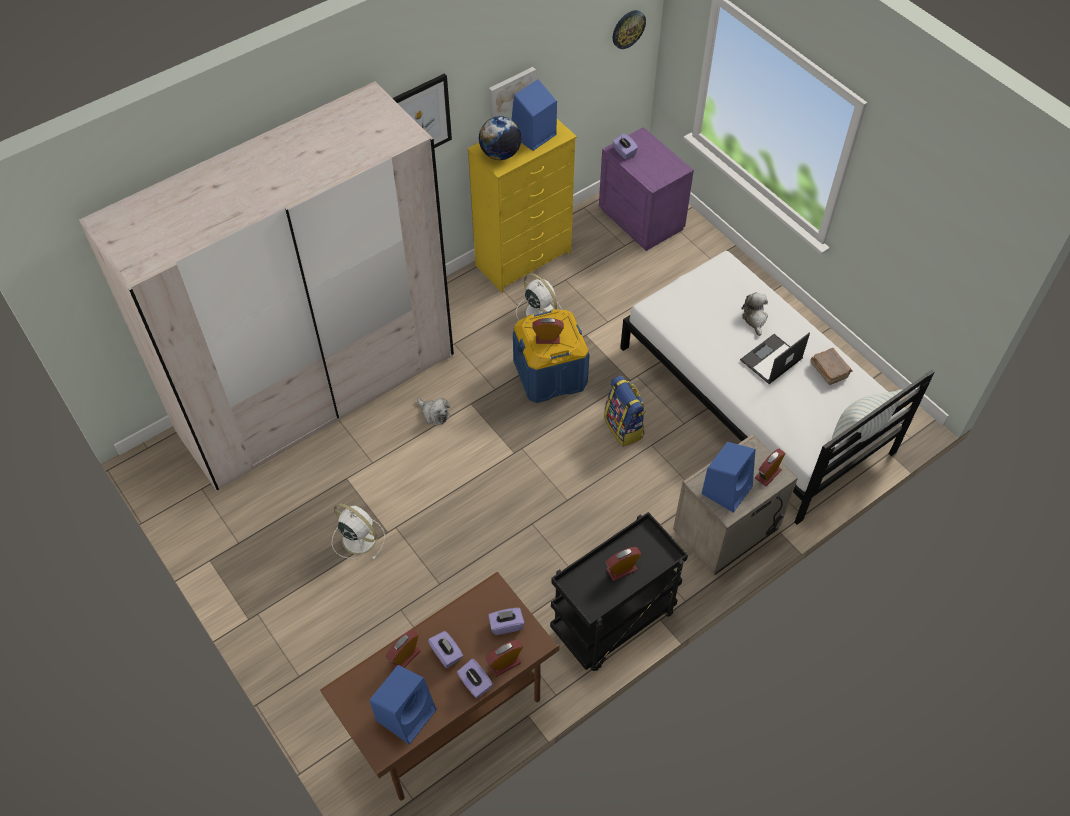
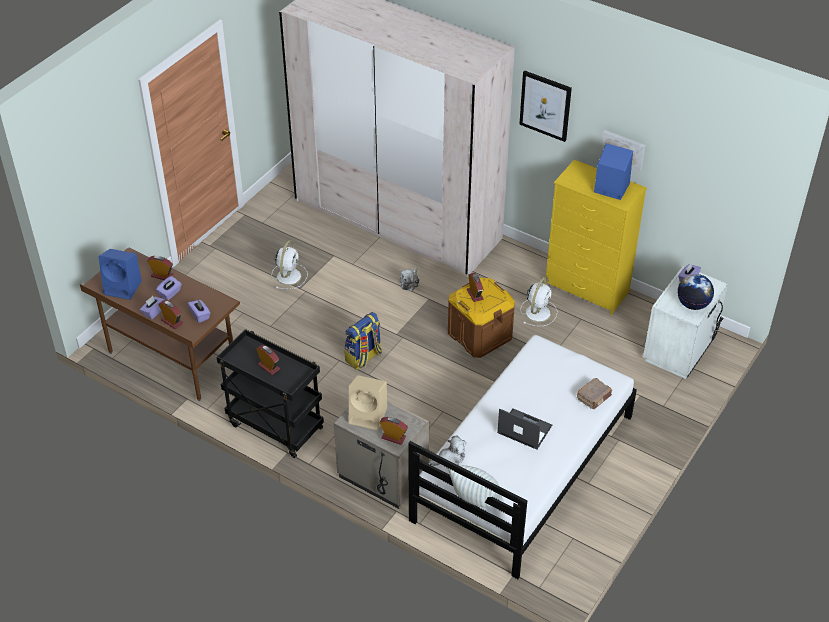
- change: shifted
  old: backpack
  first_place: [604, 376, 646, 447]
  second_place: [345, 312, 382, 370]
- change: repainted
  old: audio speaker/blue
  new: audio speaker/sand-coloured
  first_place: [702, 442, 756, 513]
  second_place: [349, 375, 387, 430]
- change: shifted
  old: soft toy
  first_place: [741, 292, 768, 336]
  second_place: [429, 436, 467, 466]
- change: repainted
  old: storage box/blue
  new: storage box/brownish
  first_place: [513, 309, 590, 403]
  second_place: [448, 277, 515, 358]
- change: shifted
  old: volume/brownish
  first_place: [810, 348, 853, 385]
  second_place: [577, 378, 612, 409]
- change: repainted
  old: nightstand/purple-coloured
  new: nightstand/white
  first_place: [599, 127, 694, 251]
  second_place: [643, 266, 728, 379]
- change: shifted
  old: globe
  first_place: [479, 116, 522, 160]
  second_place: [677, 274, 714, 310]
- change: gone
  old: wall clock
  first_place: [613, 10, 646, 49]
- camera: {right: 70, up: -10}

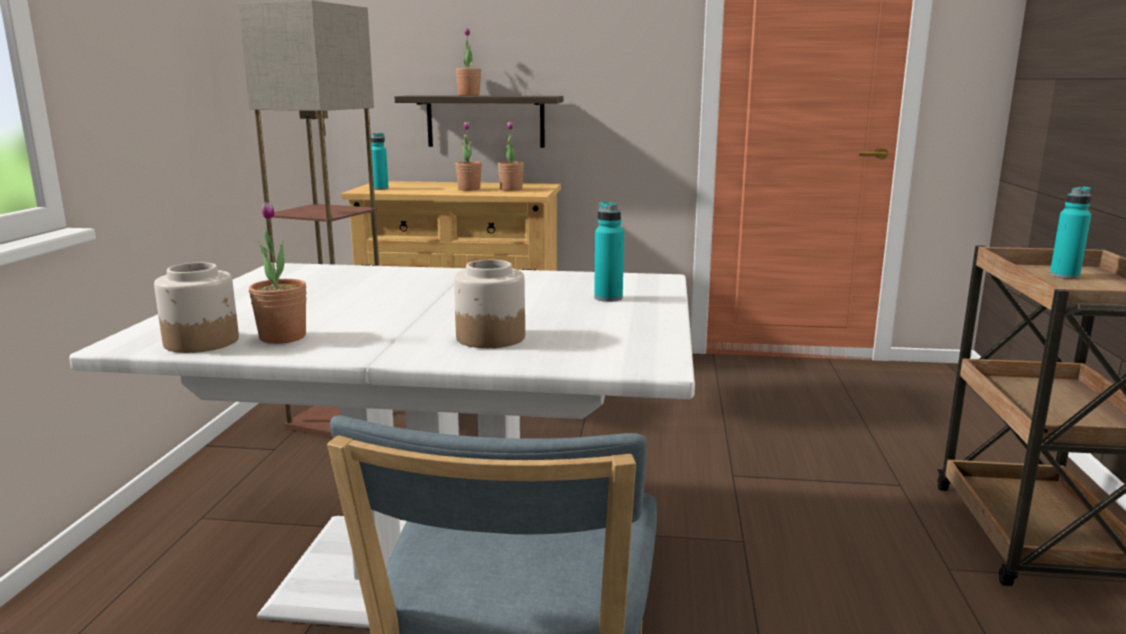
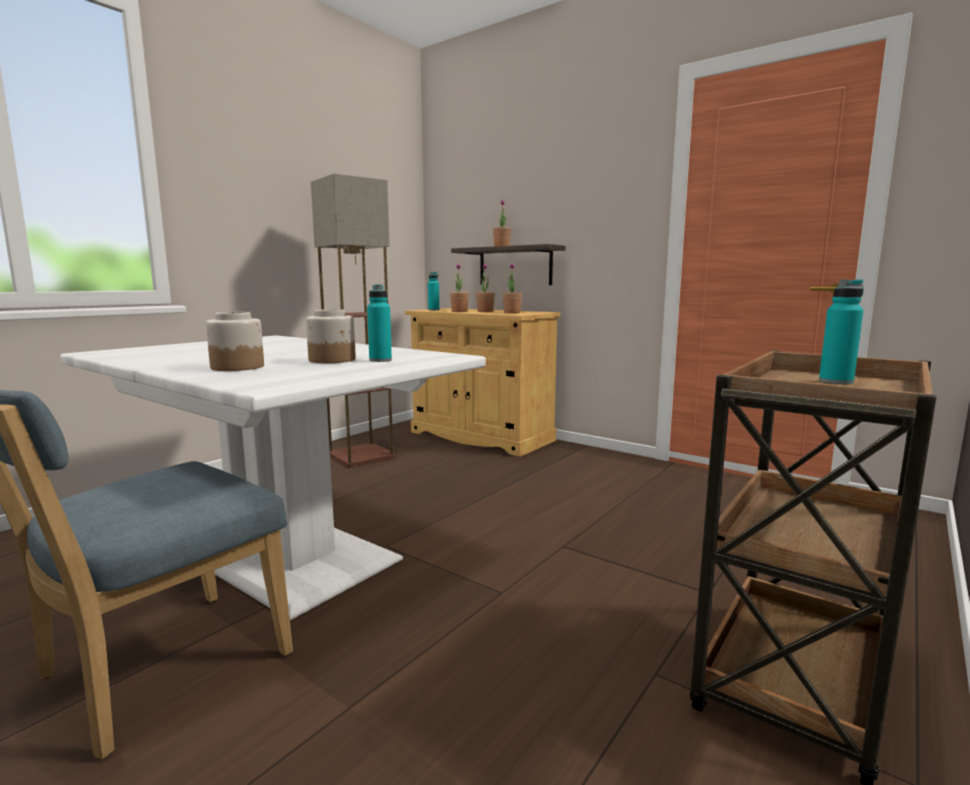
- change: shifted
  old: storage jar
  first_place: [154, 262, 239, 353]
  second_place: [306, 309, 356, 363]
- change: shifted
  old: potted plant
  first_place: [249, 202, 307, 344]
  second_place: [450, 263, 469, 312]
- camera: {right: 30, up: -5}

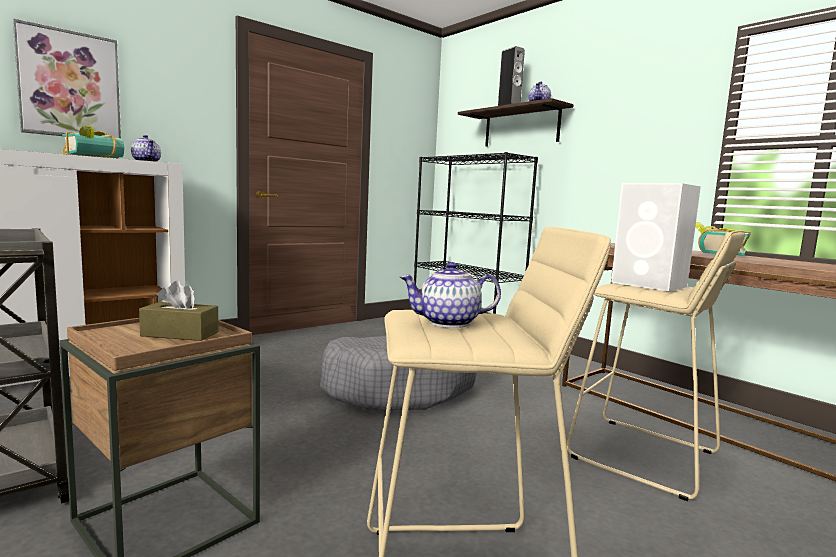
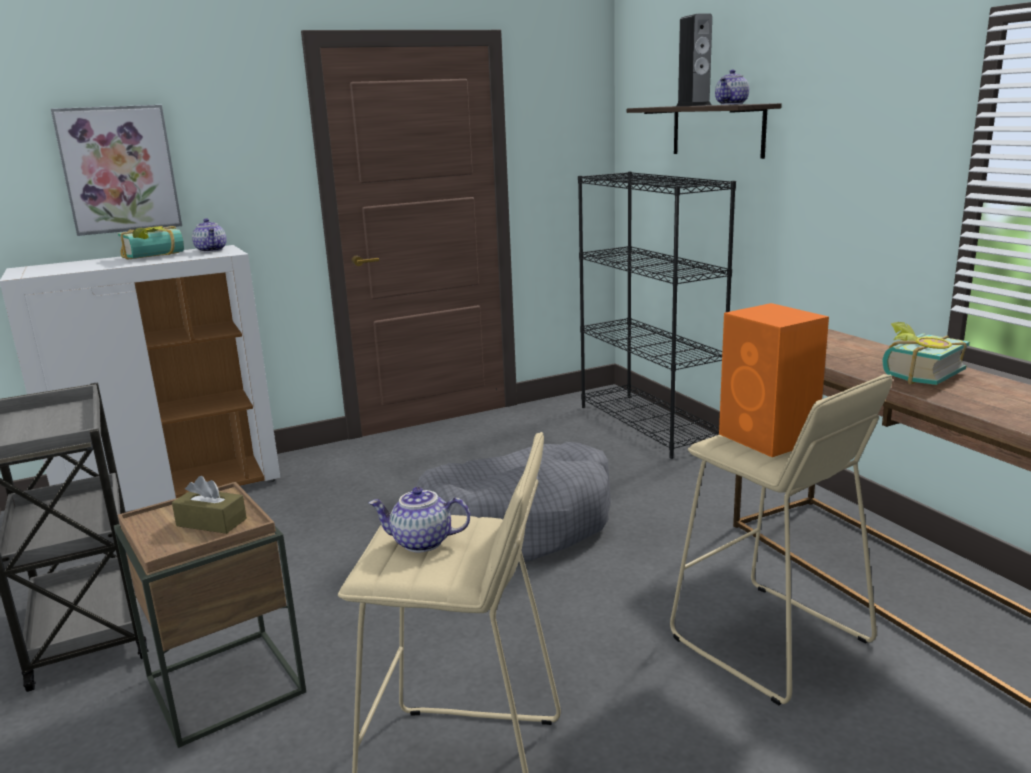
- change: repainted
  old: audio speaker/white
  new: audio speaker/orangey
  first_place: [611, 183, 701, 291]
  second_place: [719, 303, 829, 457]
- camera: {right: 15, up: 10}

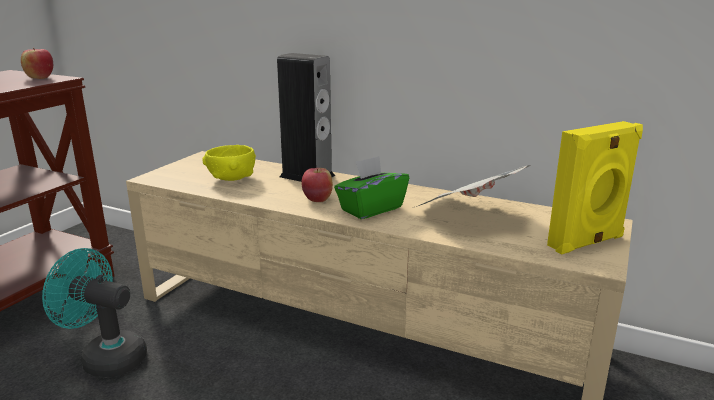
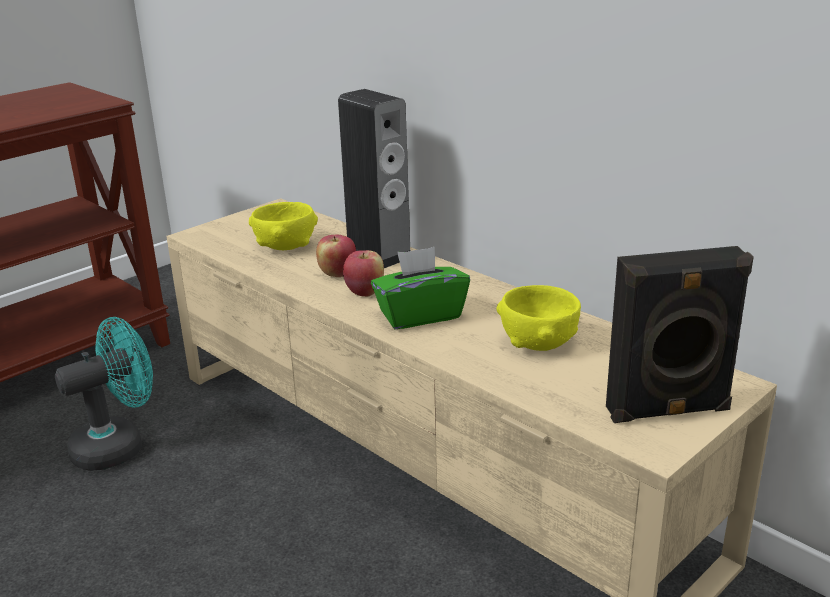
- change: rotated
  old: cooling fan/turquoise-coloured
  first_place: [42, 248, 147, 377]
  second_place: [55, 317, 153, 471]
  degrees: 105
- change: shifted
  old: apple
  first_place: [21, 48, 53, 79]
  second_place: [316, 235, 356, 277]
- change: swapped
  old: newspaper
  new: bowl/yellowish
  first_place: [412, 165, 531, 208]
  second_place: [497, 285, 581, 351]
- change: repainted
  old: audio speaker/yellowish
  new: audio speaker/black-coloured
  first_place: [547, 121, 643, 255]
  second_place: [606, 246, 754, 423]
- camera: {right: 20, up: 5}

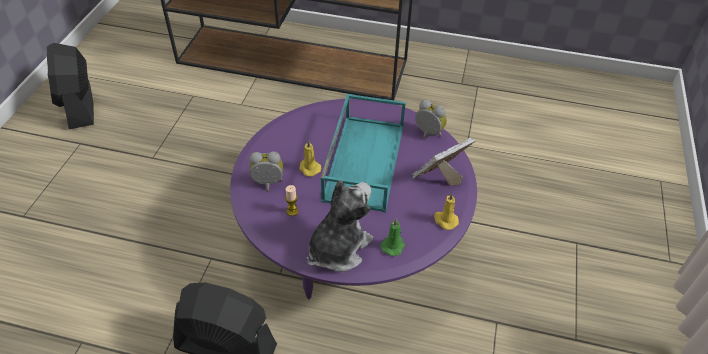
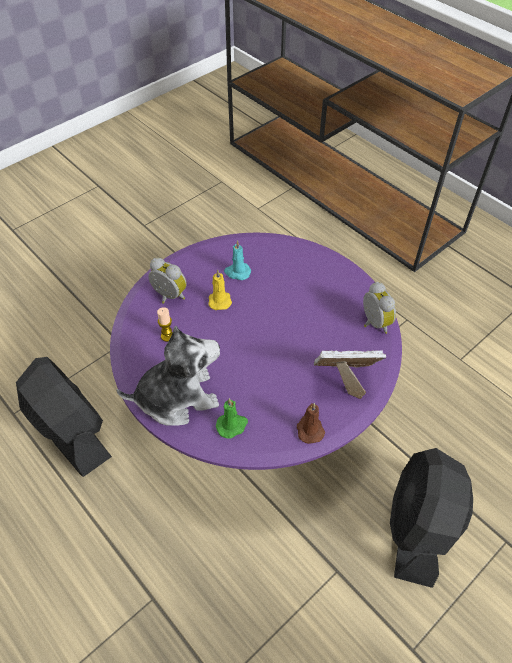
- change: new
  new: wax light/turquoise-coloured
  second_place: [224, 240, 251, 280]
- change: repainted
  old: wax light/yellowish
  new: wax light/brownish
  first_place: [434, 193, 459, 230]
  second_place: [297, 403, 325, 444]
- change: shifted
  old: cooling fan/black-coloured
  first_place: [47, 43, 94, 129]
  second_place: [390, 448, 473, 588]
- change: gone
  old: carrying tray/turquoise-coloured
  first_place: [321, 94, 406, 212]
- camera: {right: 35, up: 5}

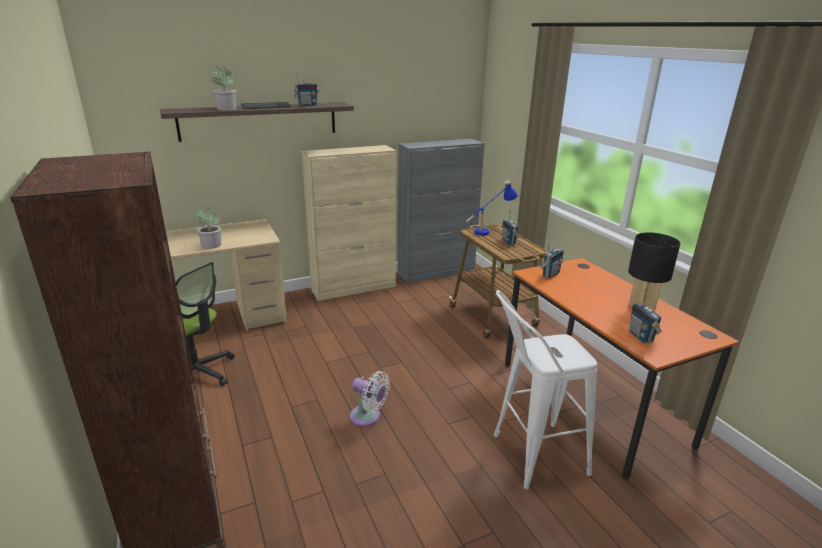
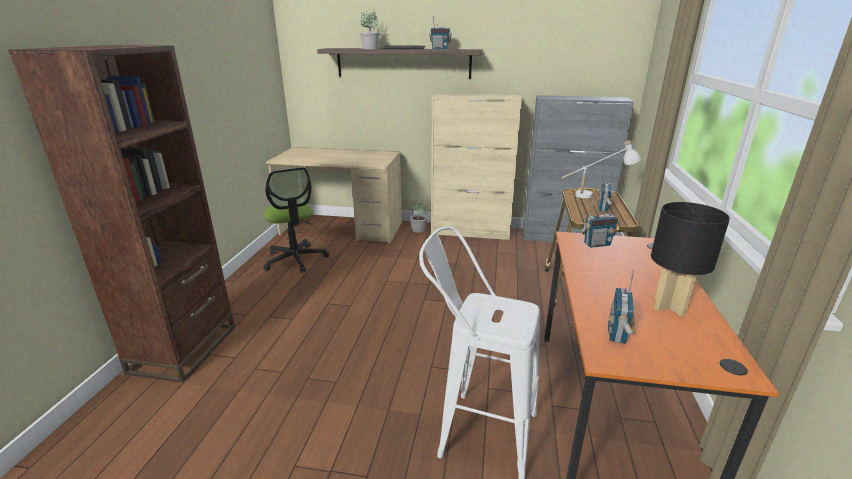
- change: shifted
  old: potted plant
  first_place: [196, 206, 221, 249]
  second_place: [410, 200, 427, 232]
- change: repainted
  old: lamp for a table/blue
  new: lamp for a table/white
  first_place: [466, 180, 518, 236]
  second_place: [561, 141, 641, 199]
- change: gone
  old: cooling fan/white
  first_place: [350, 371, 390, 427]
- camera: {right: 35, up: 0}

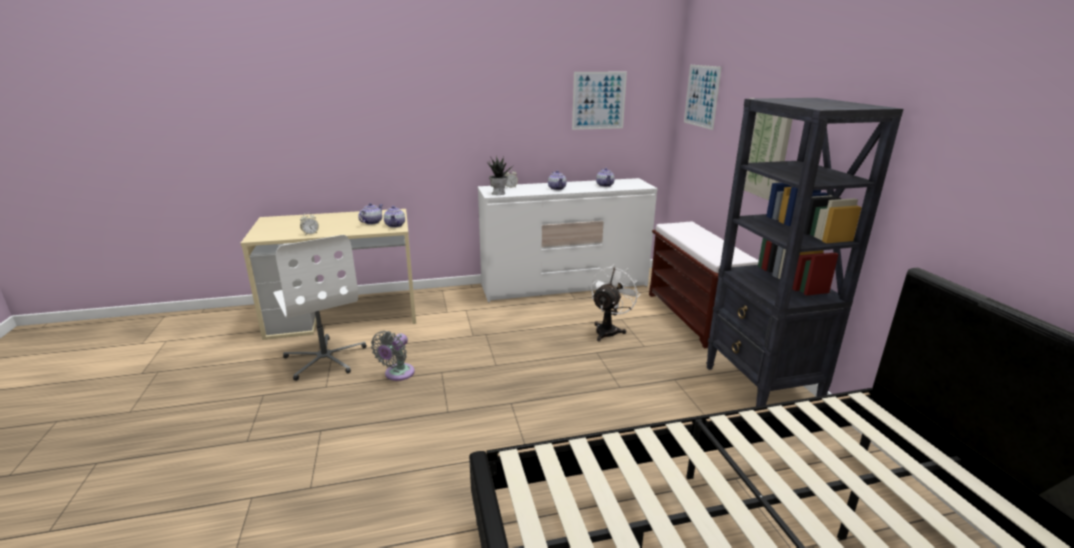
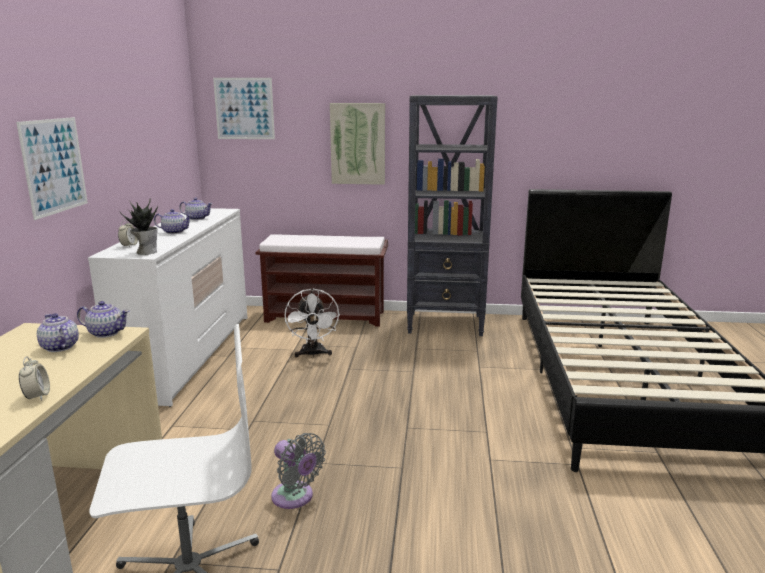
- change: shifted
  old: wall art
  first_place: [572, 72, 627, 130]
  second_place: [16, 117, 88, 220]
- change: rotated
  old: cooling fan/white
  first_place: [591, 265, 641, 341]
  second_place: [285, 288, 340, 357]
  degrees: -150
- camera: {right: -70, up: -5}

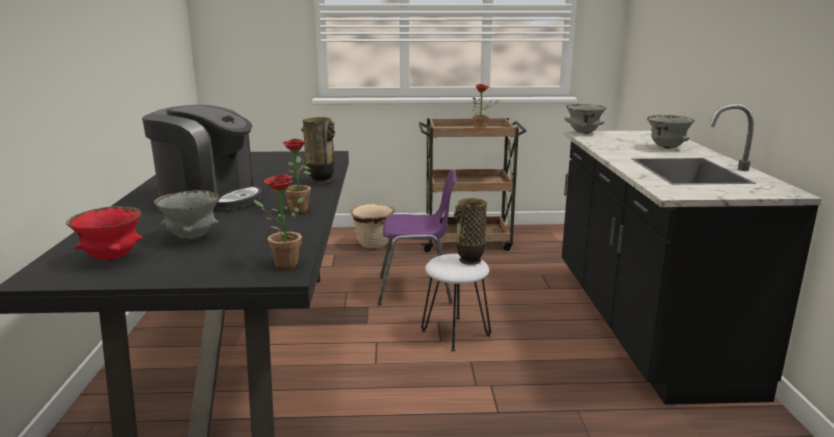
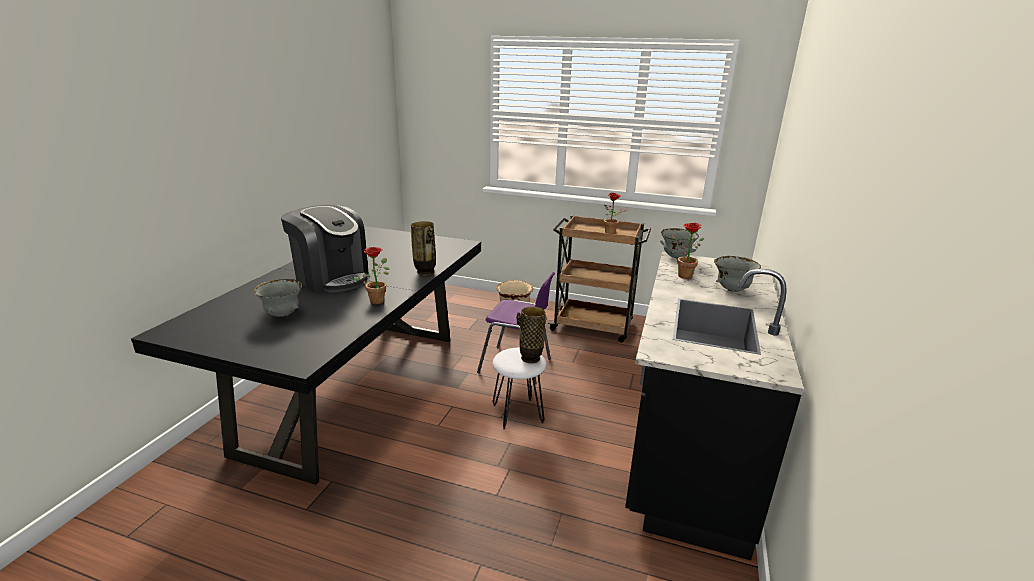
- change: shifted
  old: potted plant
  first_place: [254, 174, 304, 269]
  second_place: [672, 223, 704, 279]
- change: gone
  old: bowl/reddish
  first_place: [66, 206, 143, 261]
- camera: {right: 20, up: 5}

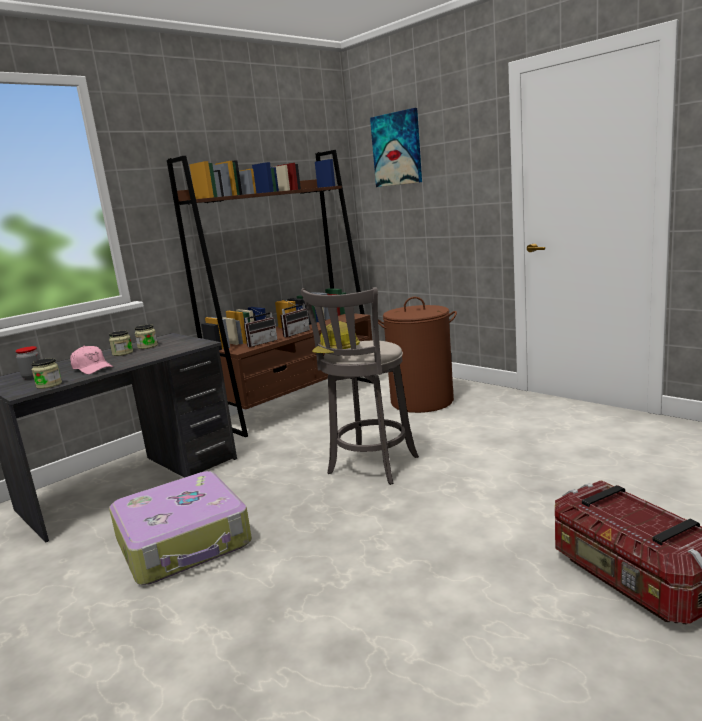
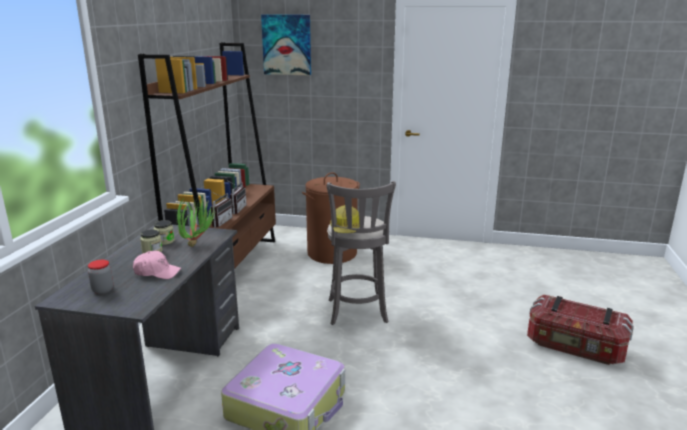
- change: new
  new: potted plant
  second_place: [176, 198, 217, 247]
- change: gone
  old: storage jar
  first_place: [31, 358, 62, 389]
- camera: {right: -35, up: 5}

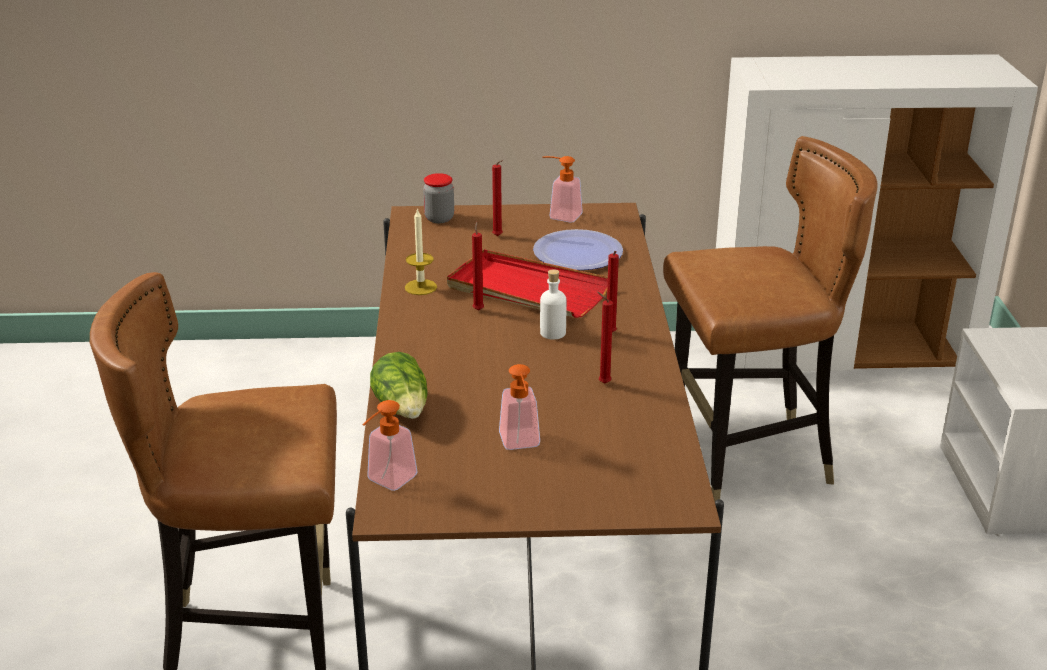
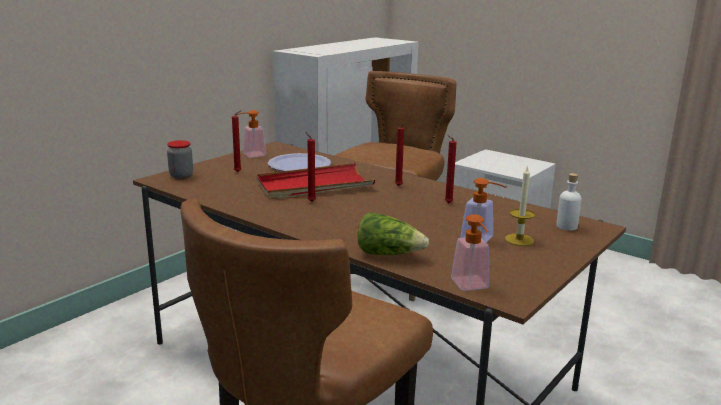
- change: shifted
  old: wax light
  first_place: [405, 208, 437, 295]
  second_place: [505, 165, 535, 246]
- change: shifted
  old: beverage bottle/white
  first_place: [540, 269, 567, 340]
  second_place: [556, 173, 582, 231]
- camera: {right: -50, up: -10}

